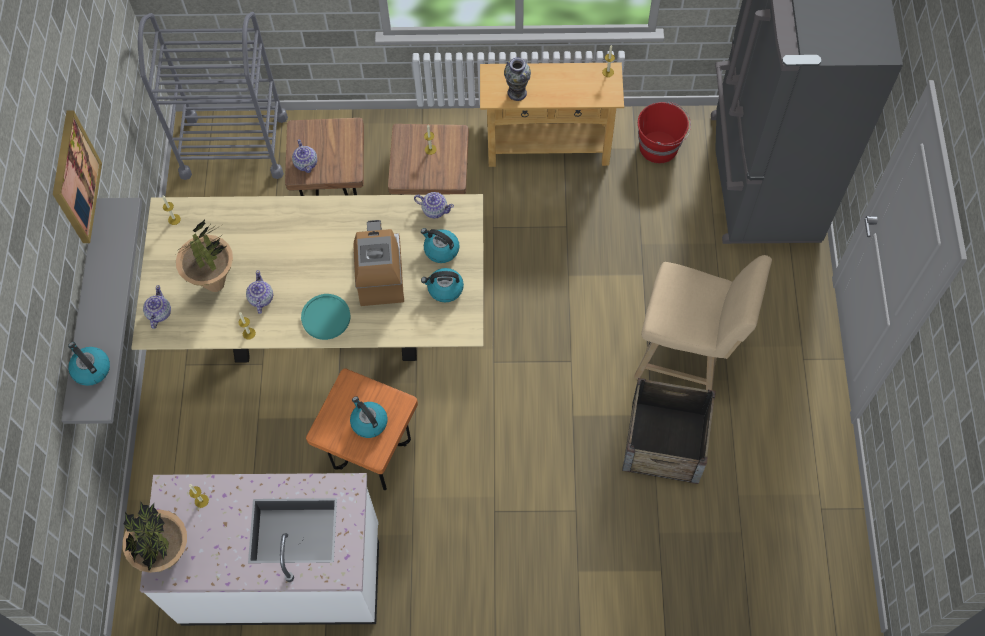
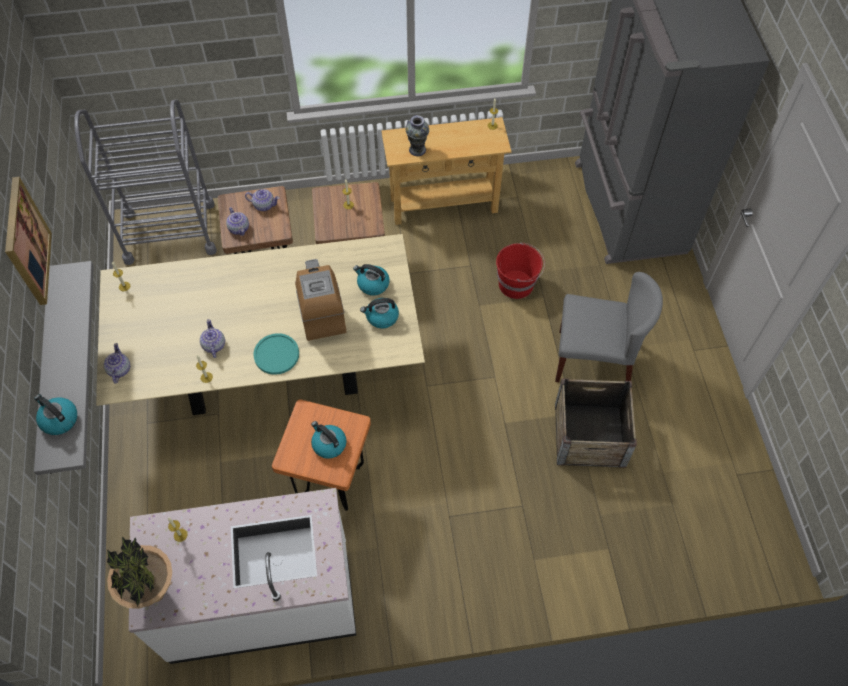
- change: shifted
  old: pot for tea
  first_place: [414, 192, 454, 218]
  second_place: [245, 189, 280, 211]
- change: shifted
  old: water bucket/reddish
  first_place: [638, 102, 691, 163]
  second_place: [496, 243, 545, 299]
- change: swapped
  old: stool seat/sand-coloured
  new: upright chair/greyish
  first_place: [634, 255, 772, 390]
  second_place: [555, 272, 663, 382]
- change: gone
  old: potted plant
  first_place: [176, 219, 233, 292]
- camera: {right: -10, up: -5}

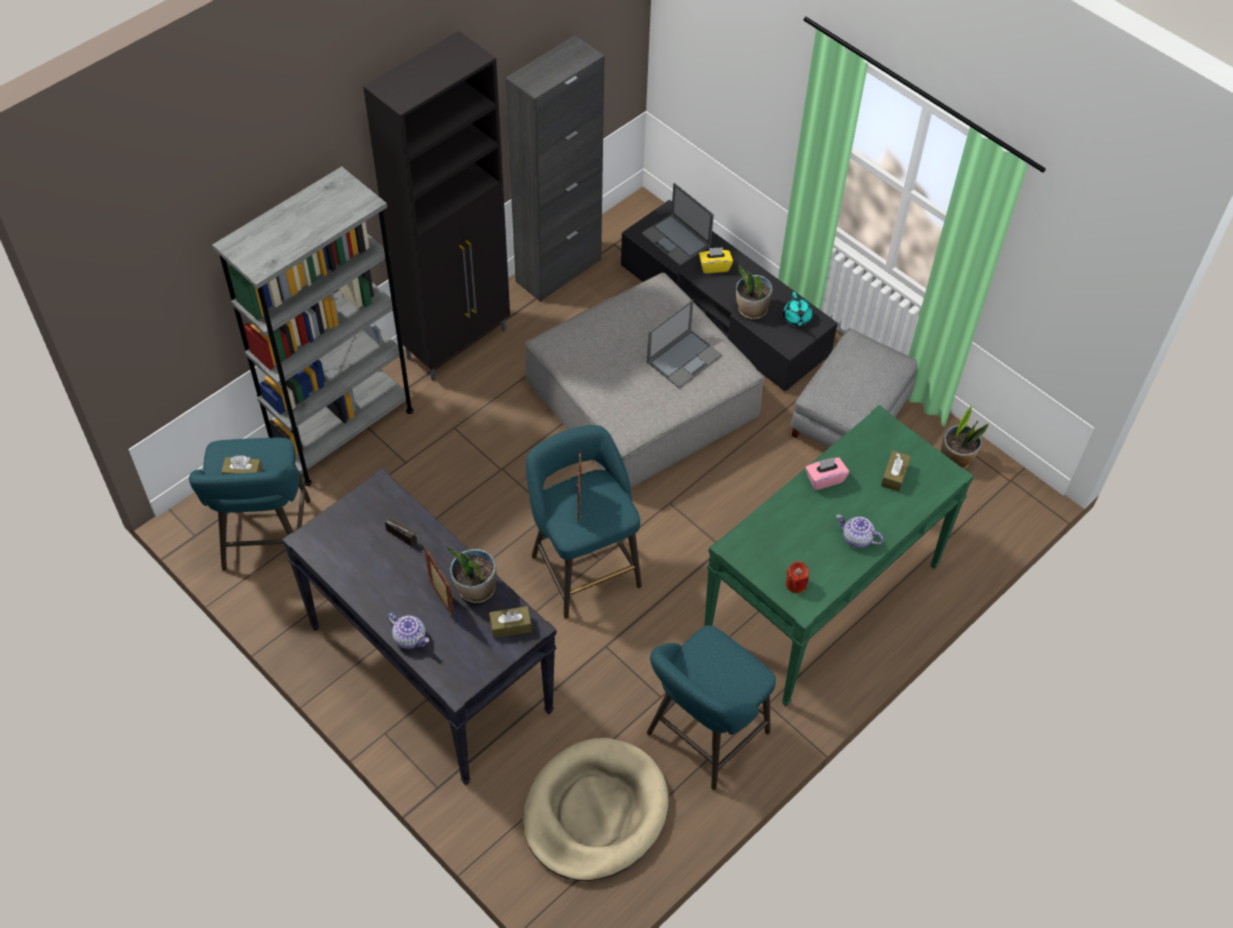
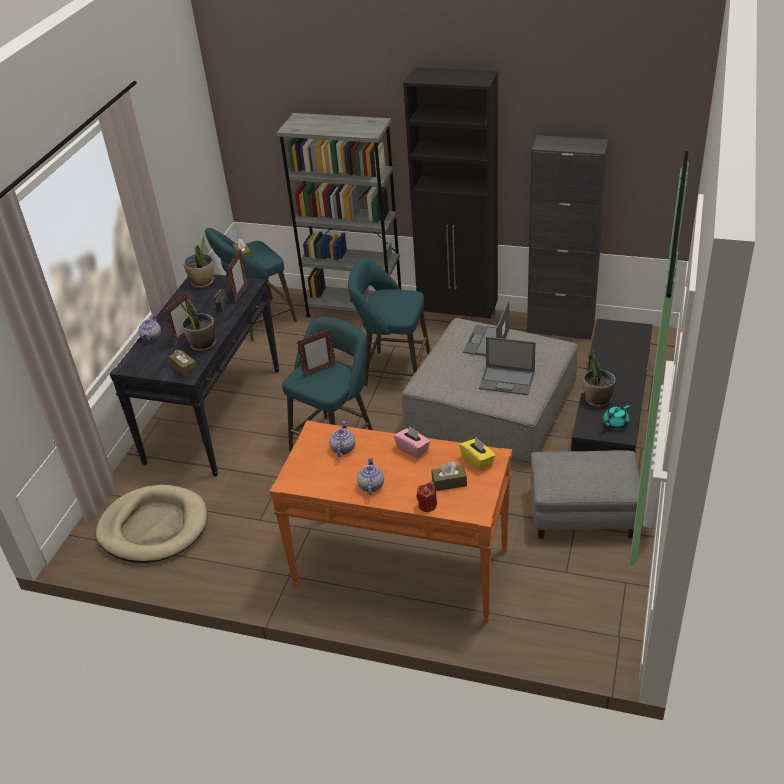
- change: shifted
  old: potted plant
  first_place: [941, 404, 989, 469]
  second_place: [183, 234, 214, 288]
- change: new
  new: photo frame
  second_place: [228, 249, 248, 303]
- change: repainted
  old: hall table/green-coloured
  new: hall table/orangey
  first_place: [704, 405, 974, 706]
  second_place: [269, 420, 512, 623]
- change: new
  new: pot for tea
  second_place: [329, 421, 355, 457]
- change: shifted
  old: stool seat/turquoise-coloured
  first_place: [647, 625, 776, 790]
  second_place: [348, 258, 430, 387]
- change: shifted
  old: wax light/reddish
  first_place: [786, 561, 809, 593]
  second_place: [416, 483, 437, 513]
- change: shifted
  old: box of tissues/yellowish
  first_place: [699, 247, 733, 273]
  second_place: [459, 437, 496, 471]
- change: shifted
  old: portable computer
  first_place: [641, 183, 714, 266]
  second_place: [463, 301, 509, 356]
- camera: {right: 65, up: -15}

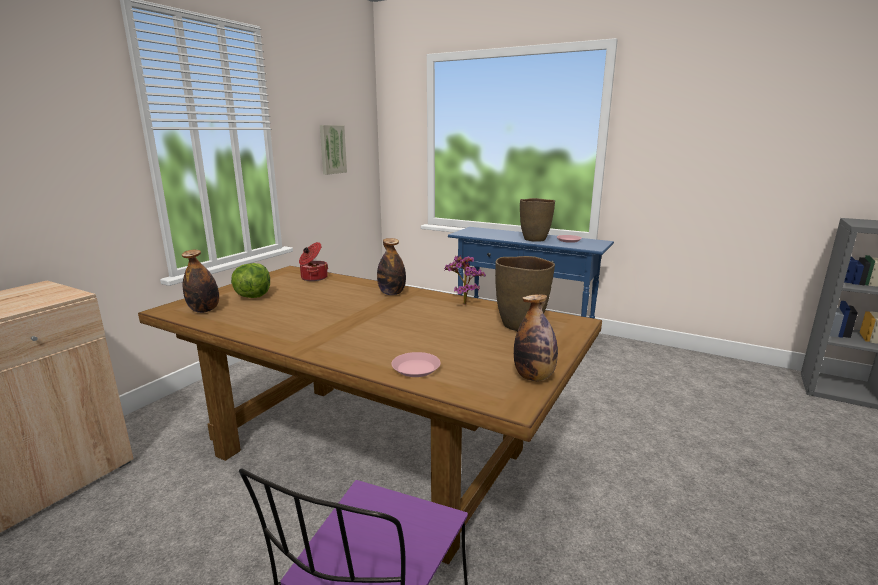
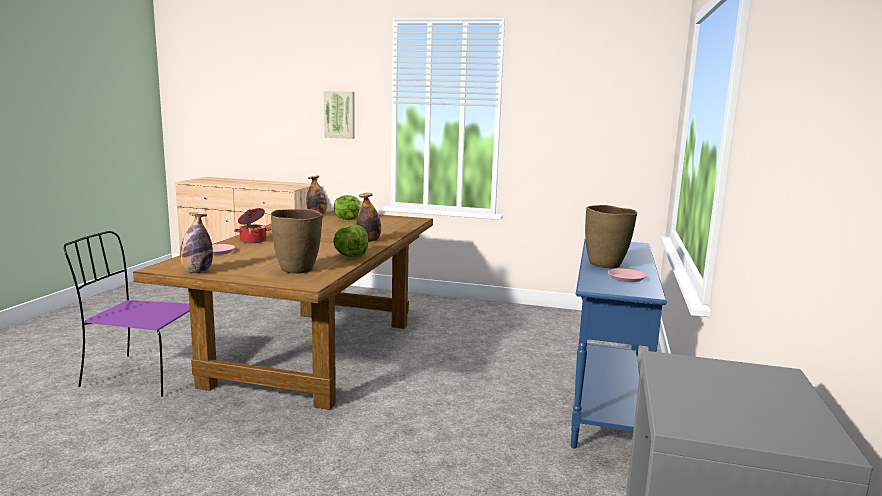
- change: shifted
  old: saucepot
  first_place: [299, 242, 328, 281]
  second_place: [234, 208, 271, 243]
- change: shifted
  old: wall art
  first_place: [320, 125, 347, 175]
  second_place: [324, 91, 355, 139]
- change: swapped
  old: potted plant
  new: lettuce
  first_place: [444, 255, 486, 305]
  second_place: [333, 225, 368, 257]
- camera: {right: 75, up: -5}

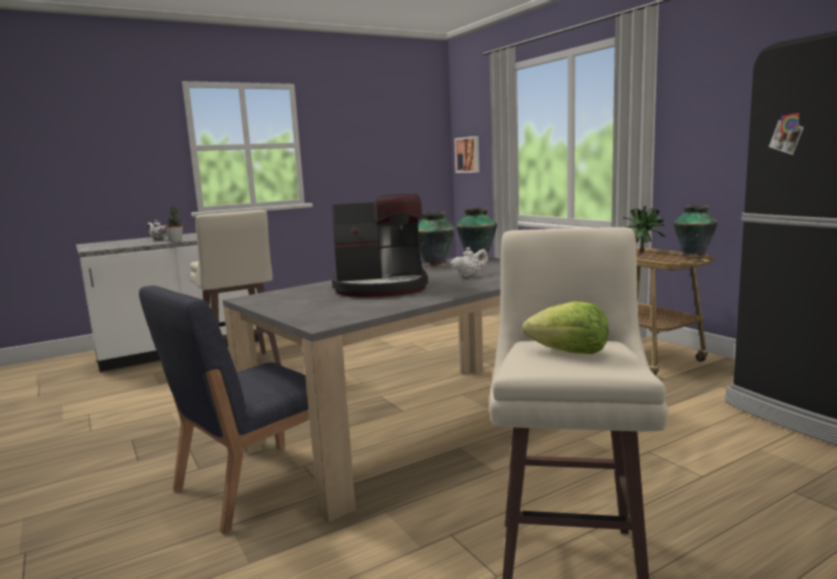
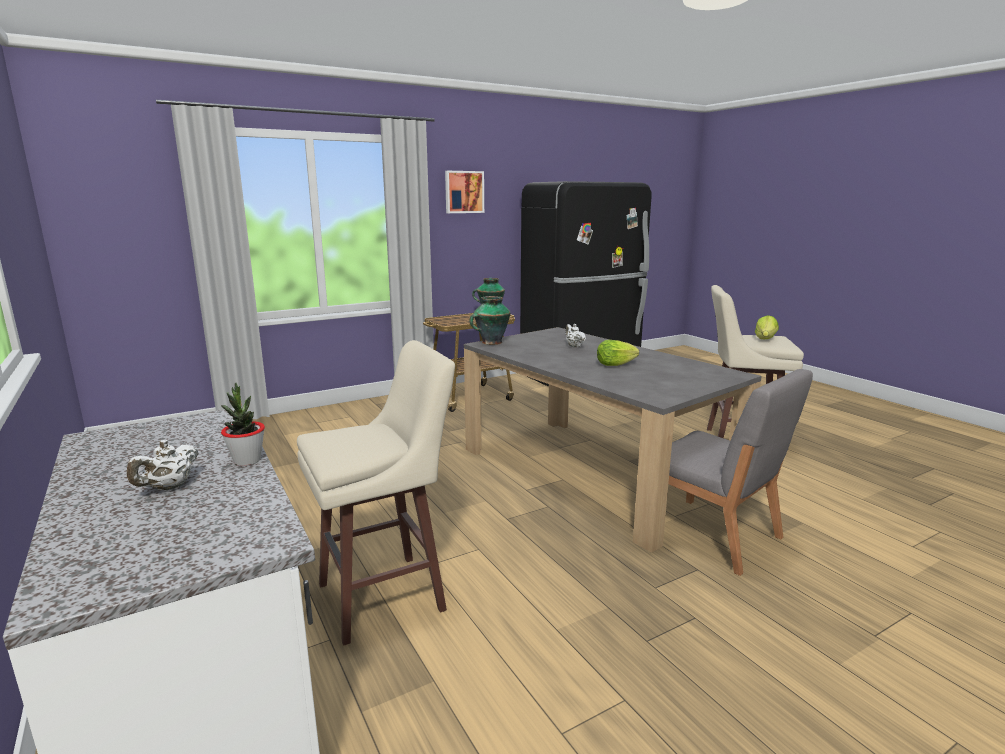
- change: shifted
  old: wall art
  first_place: [454, 136, 479, 173]
  second_place: [445, 171, 484, 213]
- change: swapped
  old: coffee brewer
  new: lettuce
  first_place: [332, 194, 428, 297]
  second_place: [597, 340, 639, 366]
- change: repainted
  old: upright chair/blue
  new: upright chair/greyish
  first_place: [139, 286, 309, 535]
  second_place: [668, 369, 813, 576]
- change: gone
  old: vase
  first_place: [418, 212, 455, 267]
- change: gone
  old: potted plant
  first_place: [623, 206, 666, 253]
- camera: {right: -90, up: 5}

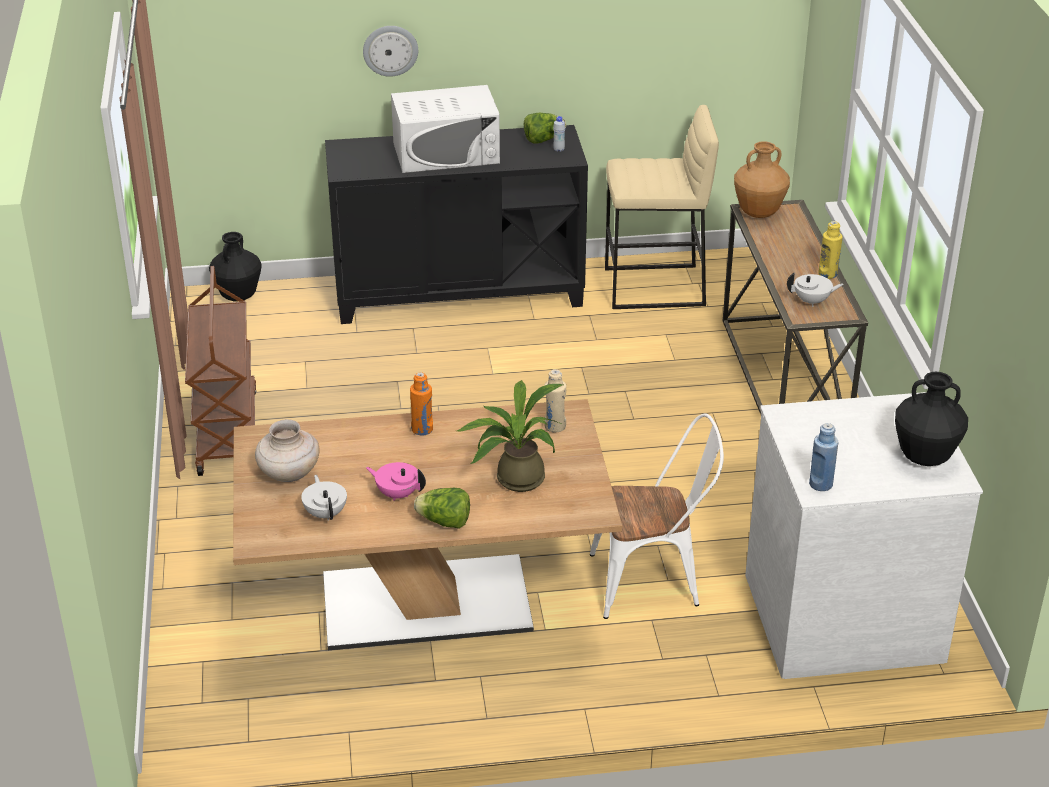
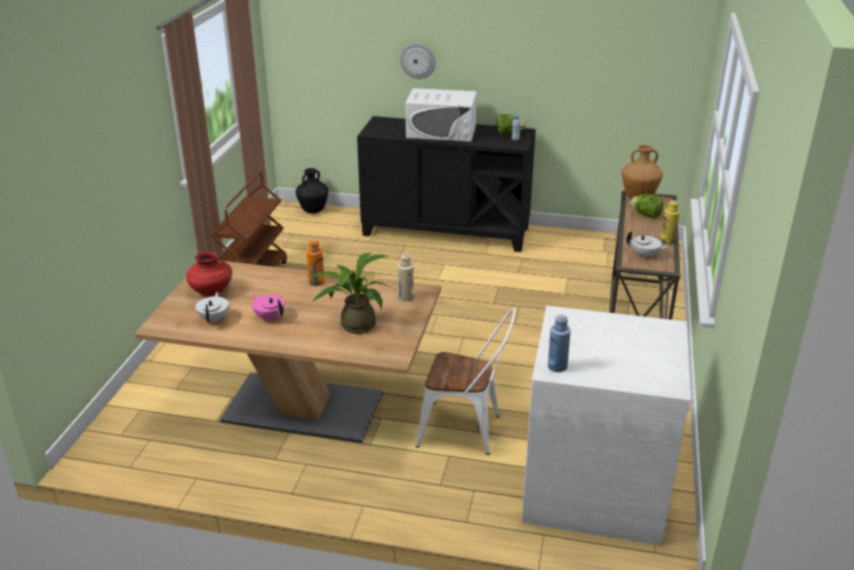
- change: repainted
  old: vase/sand-coloured
  new: vase/reddish
  first_place: [255, 419, 319, 482]
  second_place: [186, 251, 232, 296]
- change: shifted
  old: lettuce
  first_place: [414, 488, 470, 529]
  second_place: [630, 194, 664, 219]
- change: gone
  old: stool seat/sand-coloured
  first_place: [605, 105, 719, 309]
- change: gone
  old: vase/black-coloured
  first_place: [895, 372, 968, 466]
- camera: {right: 20, up: -5}

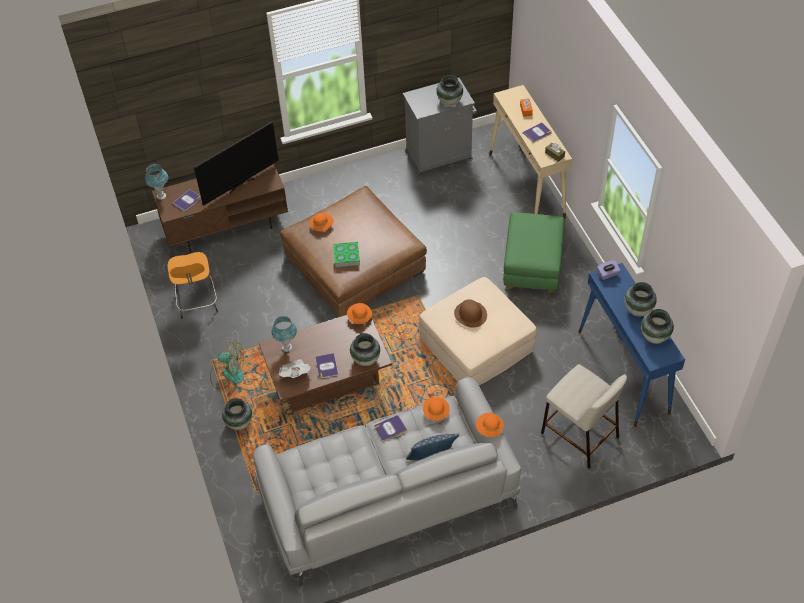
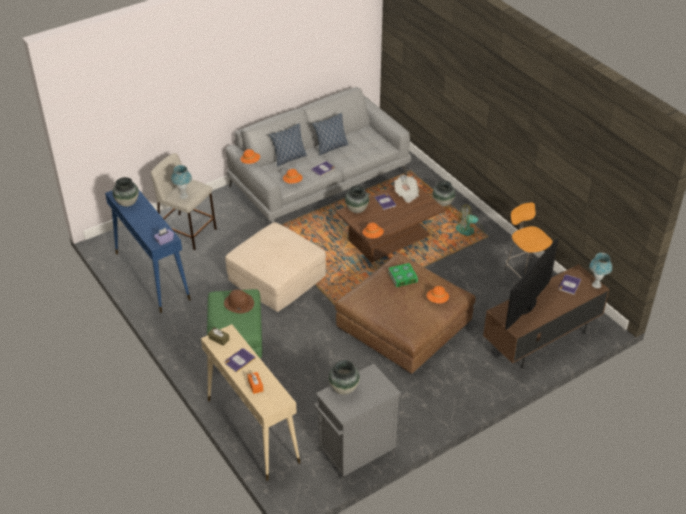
- change: shifted
  old: lamp for a table/blue
  first_place: [271, 316, 297, 352]
  second_place: [171, 165, 192, 199]
- change: shifted
  old: hat/brownish
  first_place: [454, 299, 487, 328]
  second_place: [224, 289, 254, 313]
- change: new
  new: cushion
  second_place: [312, 113, 349, 156]
- change: gone
  old: vase
  first_place: [625, 282, 657, 317]
- camera: {right: 165, up: -10}

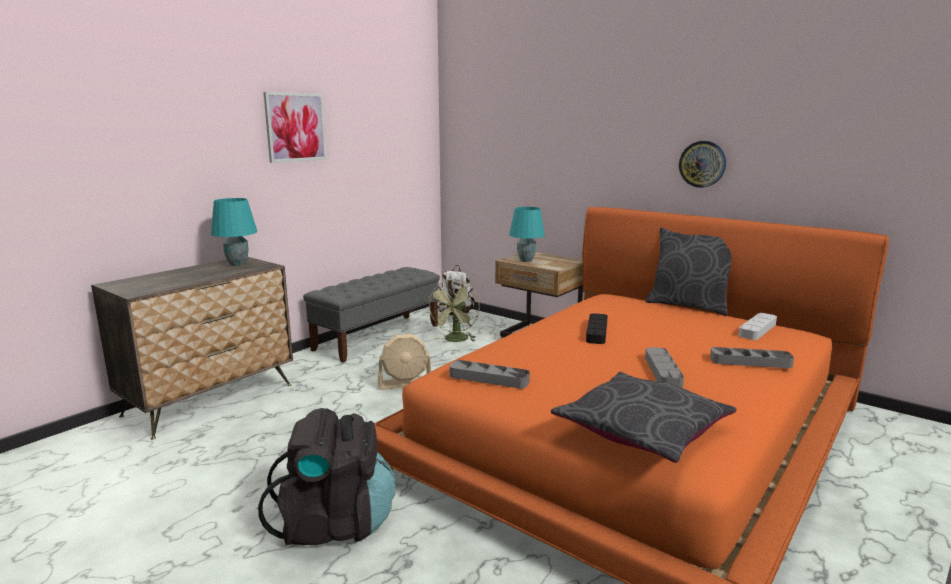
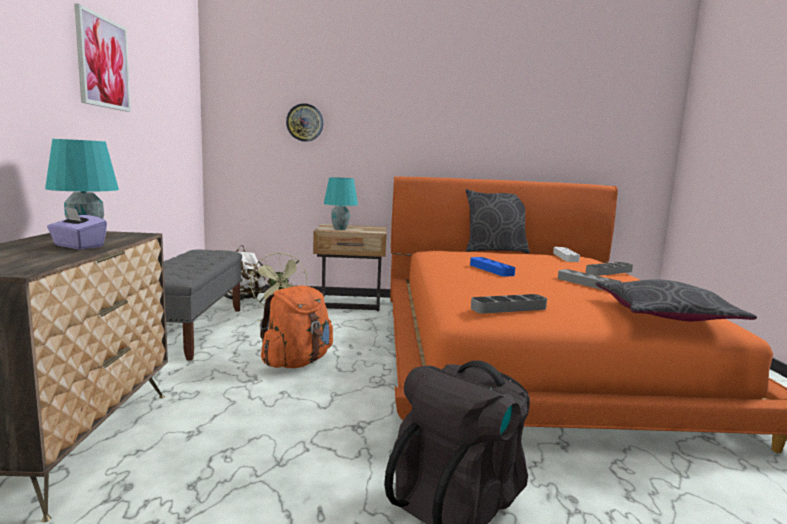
- change: new
  new: box of tissues/purple-coloured
  second_place: [47, 207, 107, 249]
- change: swapped
  old: cooling fan/sand-coloured
  new: backpack/orangey
  first_place: [378, 334, 431, 390]
  second_place: [260, 285, 333, 368]
- change: shifted
  old: wall clock
  first_place: [679, 141, 726, 188]
  second_place: [286, 103, 323, 142]
- change: repainted
  old: carrying tray/black-coloured
  new: carrying tray/blue
  first_place: [586, 313, 608, 344]
  second_place: [470, 257, 515, 277]
- camera: {right: -40, up: -5}

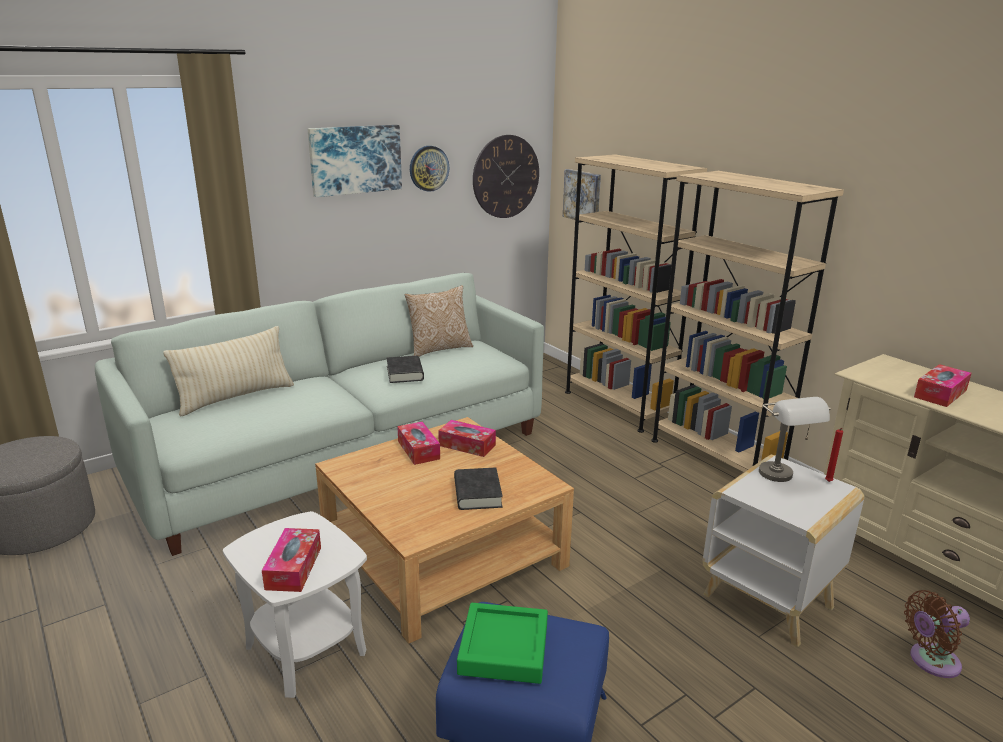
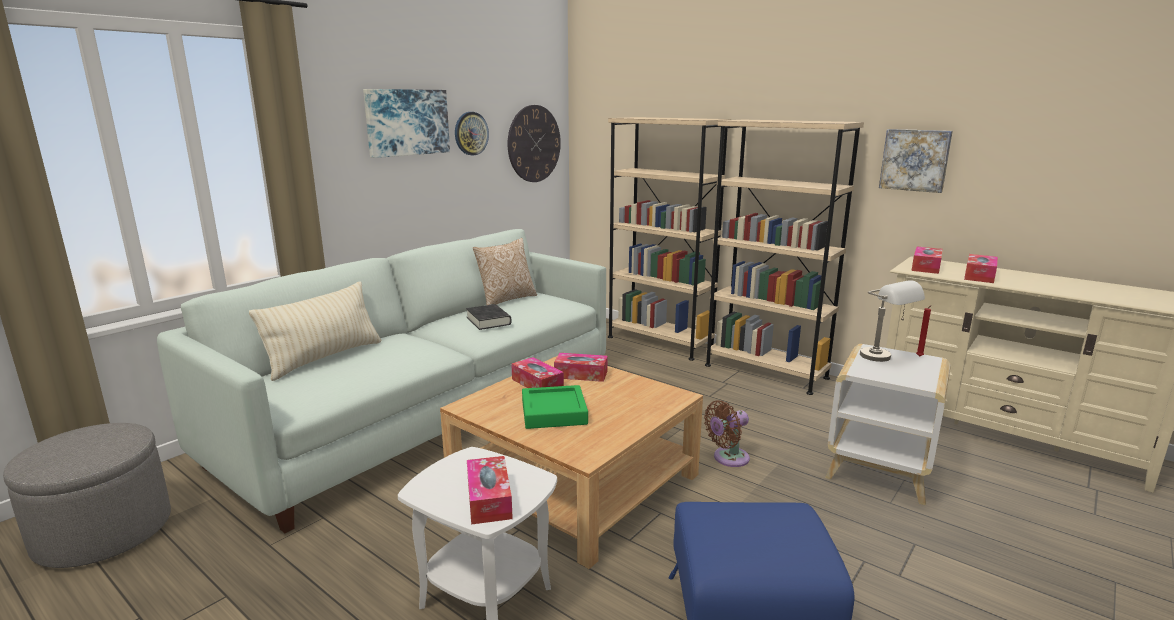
- change: shifted
  old: carrying tray/green-coloured
  first_place: [457, 603, 548, 684]
  second_place: [522, 385, 588, 429]
- change: shifted
  old: cooling fan/brownish
  first_place: [904, 590, 970, 678]
  second_place: [704, 400, 750, 467]
- change: shifted
  old: wall art
  first_place: [563, 169, 601, 225]
  second_place: [879, 129, 953, 193]
- change: new
  new: box of tissues
  second_place: [912, 246, 943, 274]
- change: gone
  old: volume/black-coloured
  first_place: [454, 467, 503, 510]
- camera: {right: -15, up: -5}

